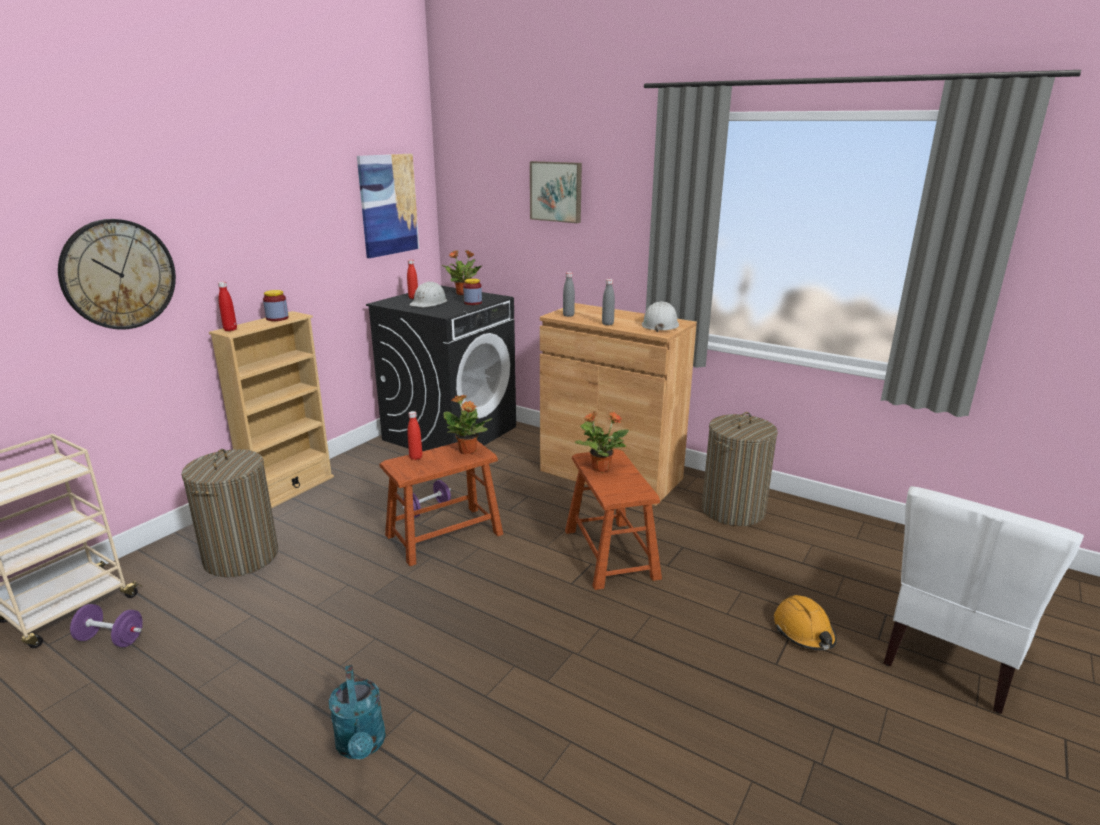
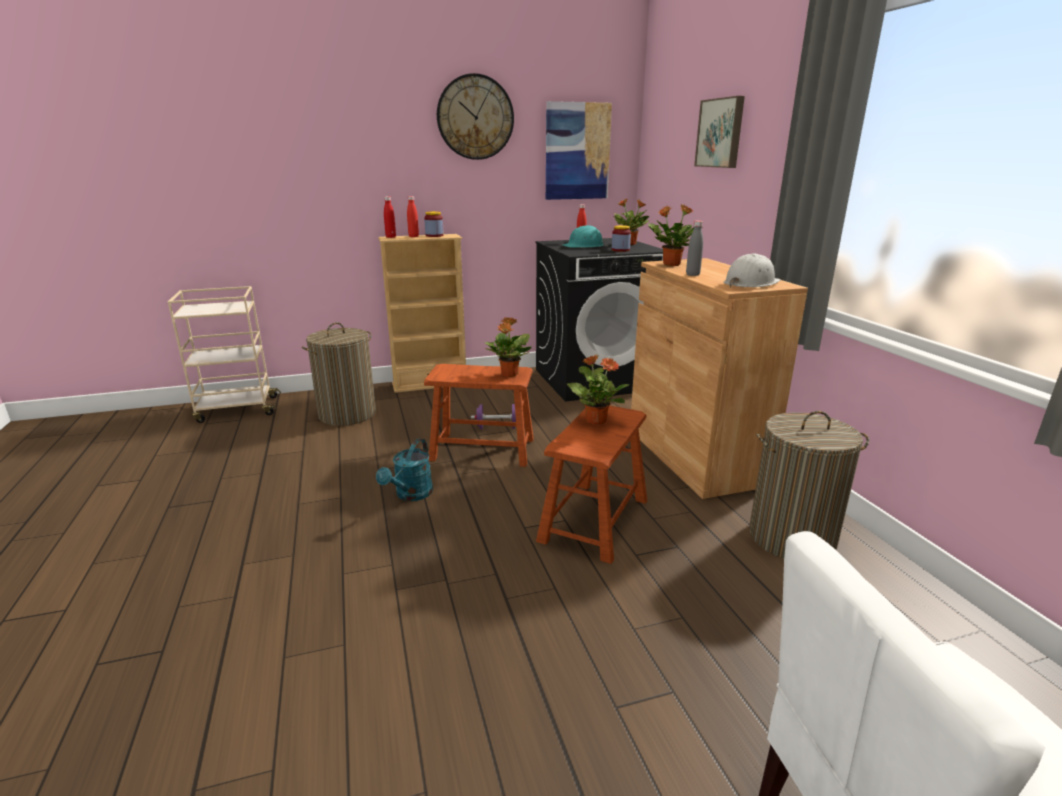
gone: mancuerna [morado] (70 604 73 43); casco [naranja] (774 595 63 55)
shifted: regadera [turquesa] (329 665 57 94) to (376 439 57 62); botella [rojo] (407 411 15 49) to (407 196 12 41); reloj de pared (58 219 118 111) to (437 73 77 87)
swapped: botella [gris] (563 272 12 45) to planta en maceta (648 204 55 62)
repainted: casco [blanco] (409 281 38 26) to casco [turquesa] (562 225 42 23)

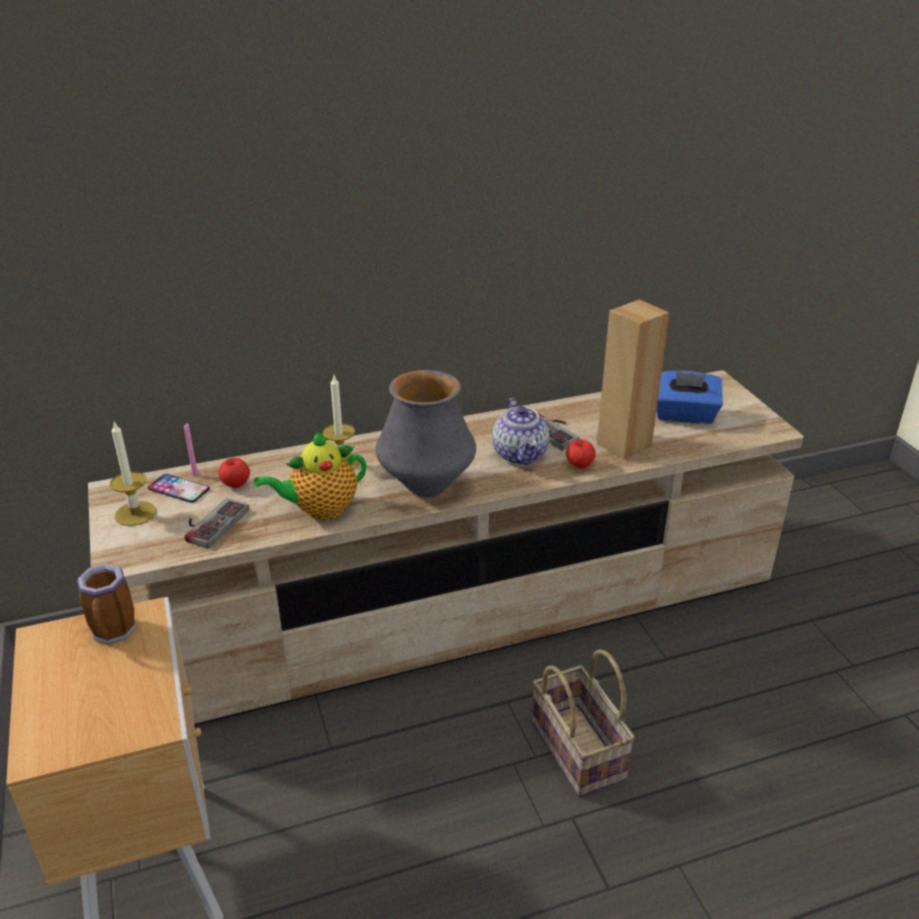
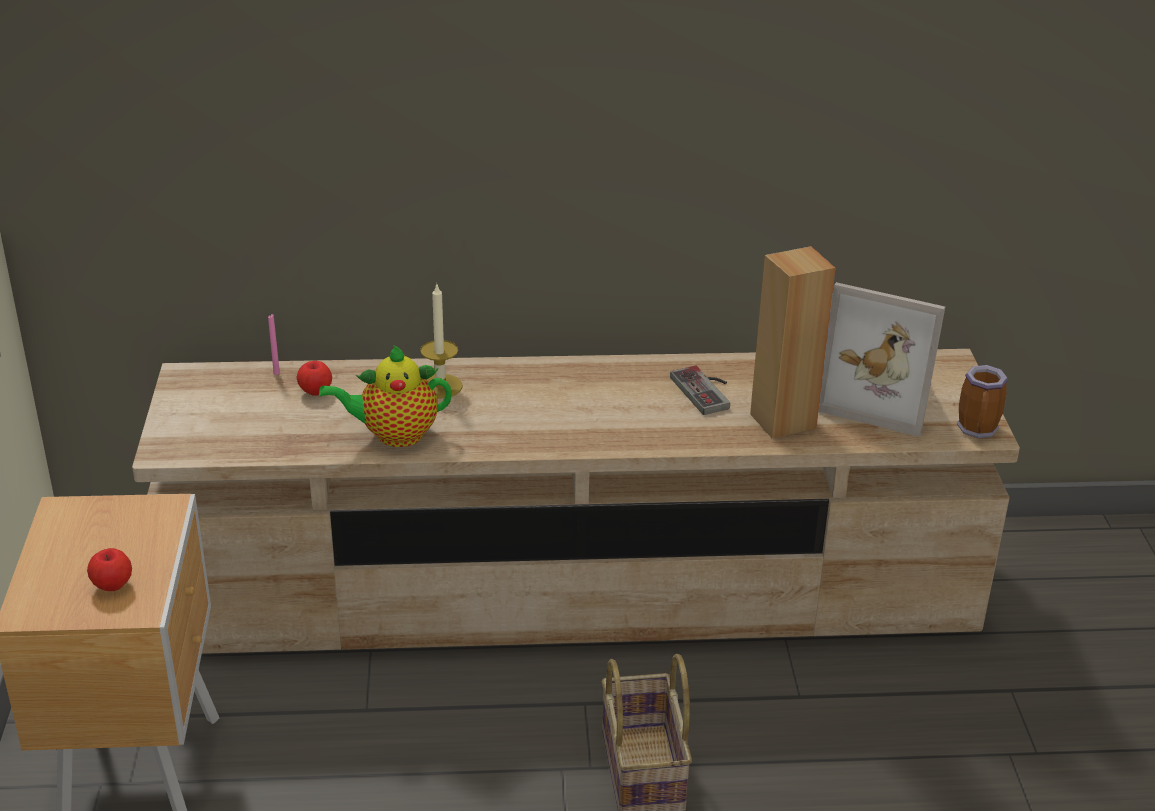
gone: vela (110 421 46 105); móvil (147 474 63 29); mando de consola (184 498 65 51); florero (376 370 100 127); tetera (492 398 57 67)
shifted: manzana (566 439 30 30) to (87 548 45 43); taza grande (77 564 60 80) to (957 365 51 73)
swapped: caja de pañuelos [azul] (657 371 66 53) to portarretratos (819 282 126 155)

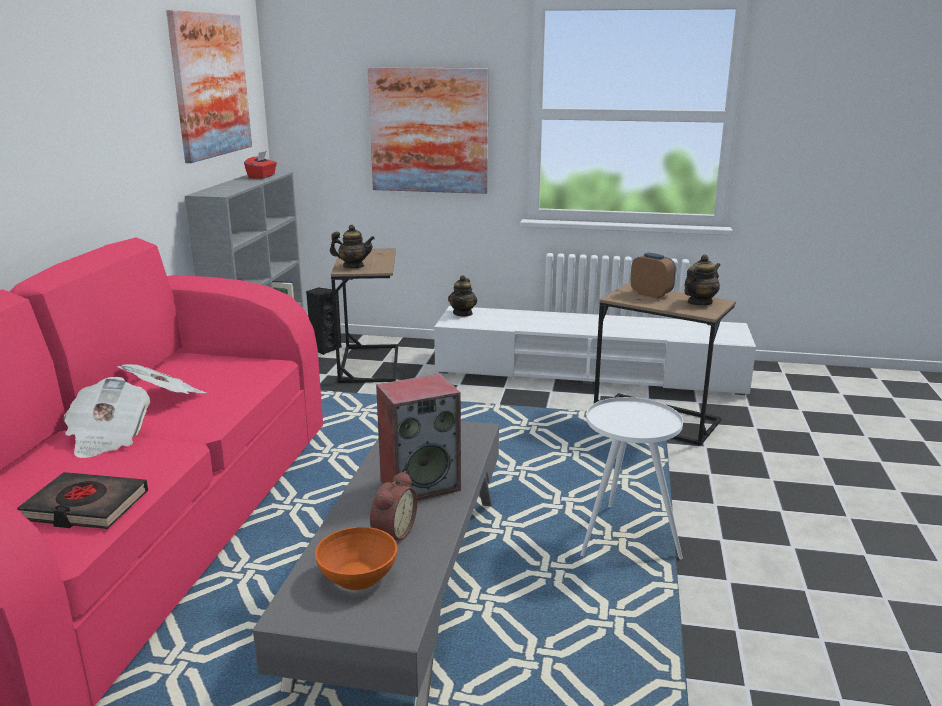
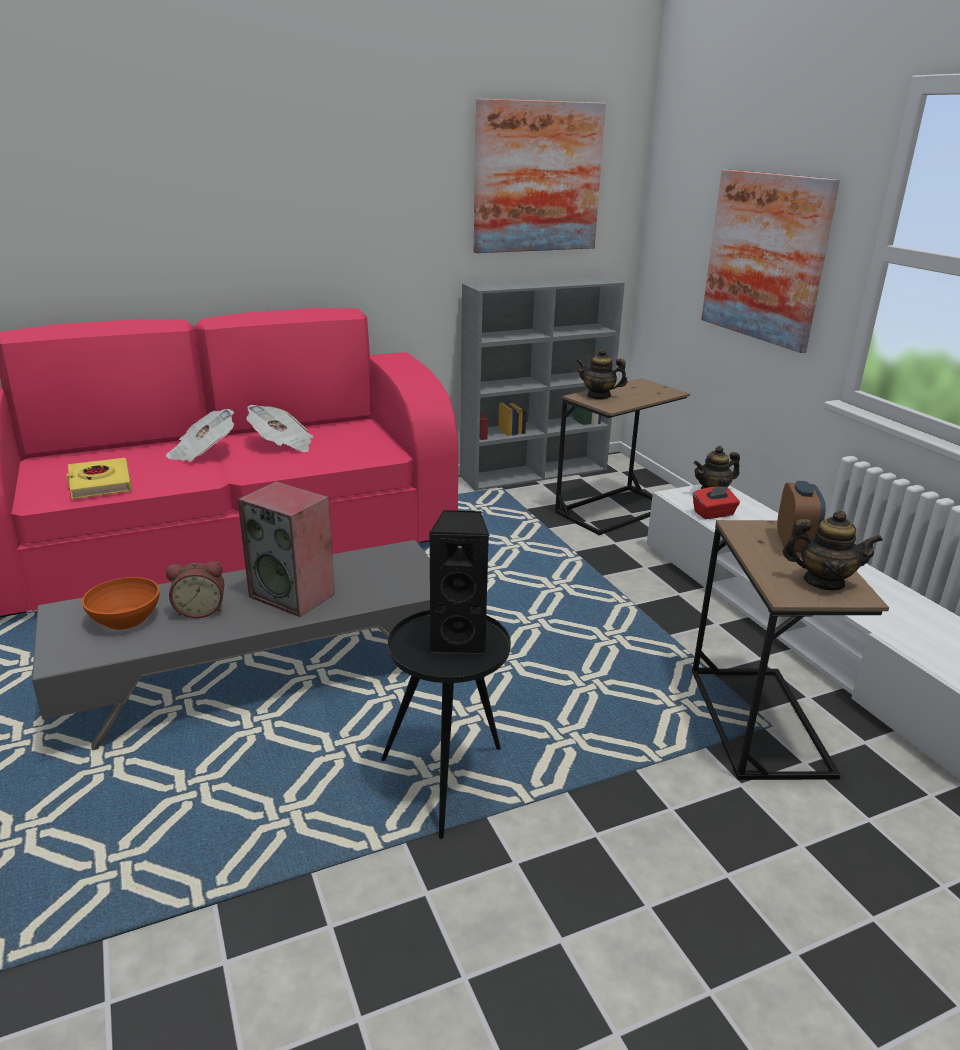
shifted: altavoz [negro] (306 287 36 68) to (428 510 62 145); caja de pañuelos [rojo] (244 151 33 28) to (693 486 47 33)
repainted: libro [negro] (17 472 131 57) to libro [amarillo] (67 458 65 41); mesa auxiliar [blanco] (580 397 103 162) to mesa auxiliar [negro] (381 610 130 229)
rotated: tetera (330 225 45 43) = (576 349 51 51) 135 degrees clockwise

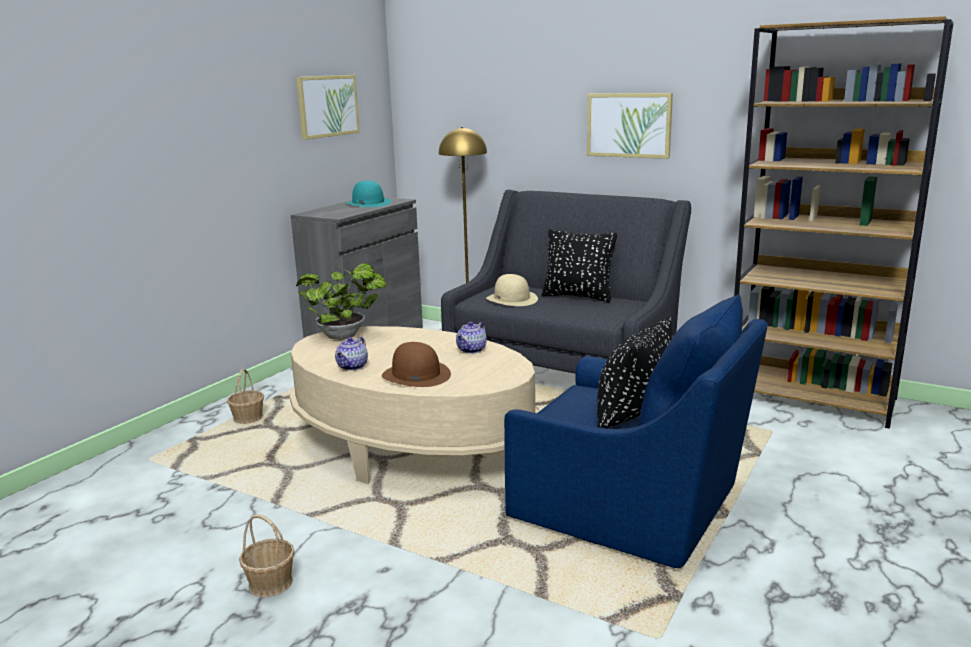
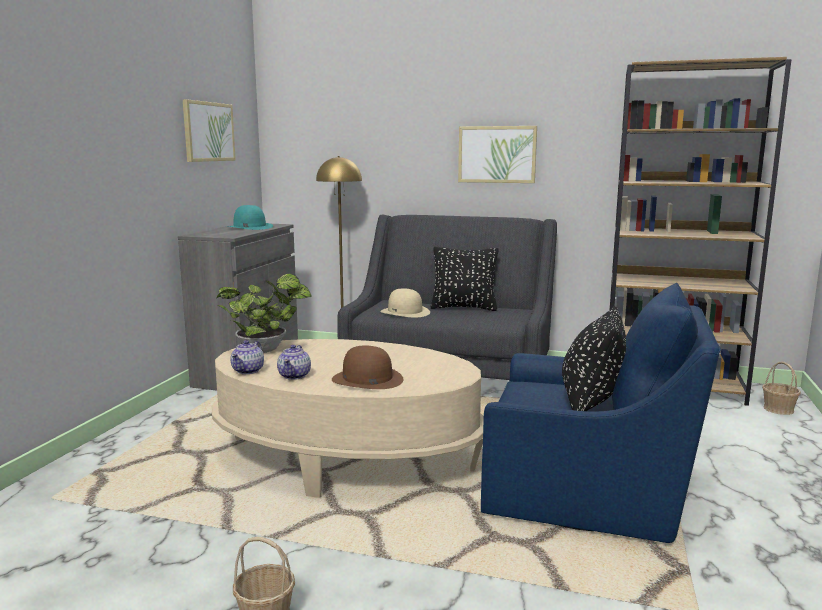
shifted: tetera (456 322 31 32) to (230 340 34 34); cesta (227 369 37 55) to (762 362 39 53)

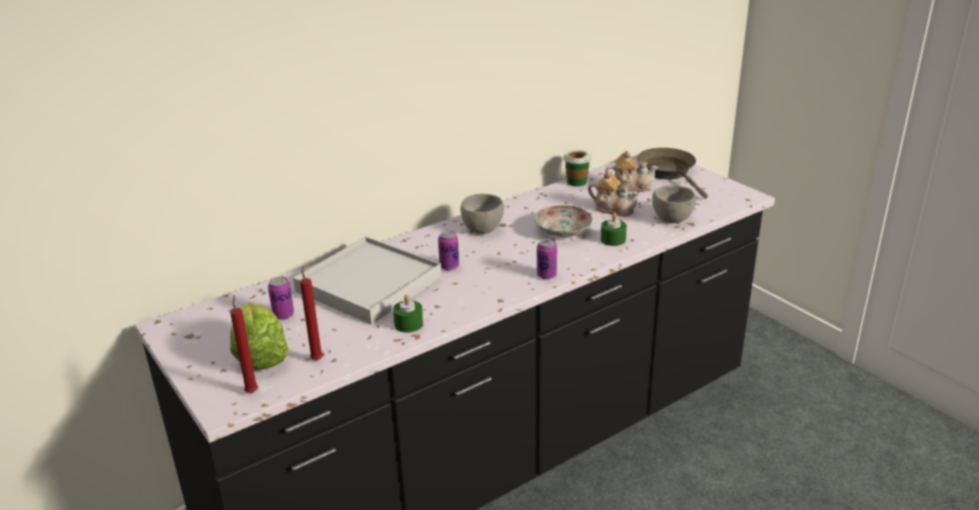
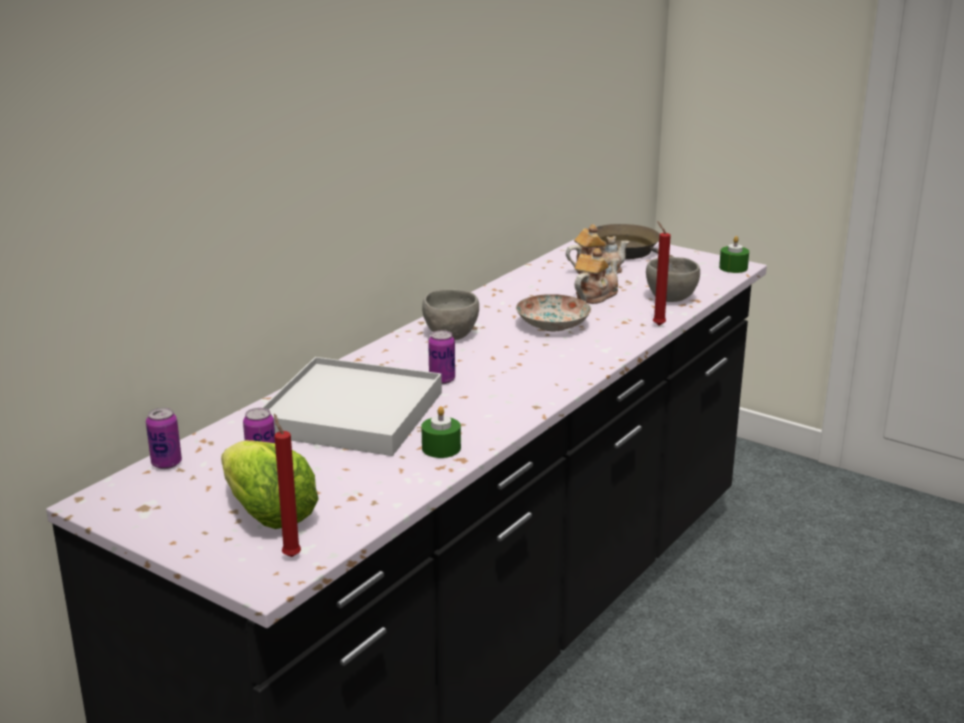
gone: taza (564 150 27 37)
shifted: lata (537 238 20 41) to (146 408 36 61); vela [rojo] (300 266 23 94) to (653 221 18 105); vela [verde] (601 213 26 33) to (719 236 30 37)
rotated: tetera (588 171 52 45) = (575 248 44 56) 60 degrees counterclockwise

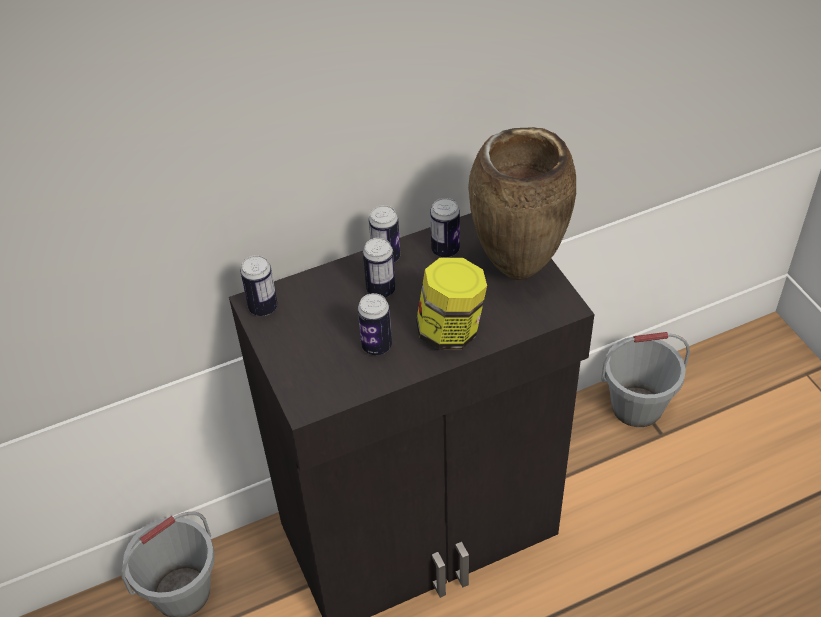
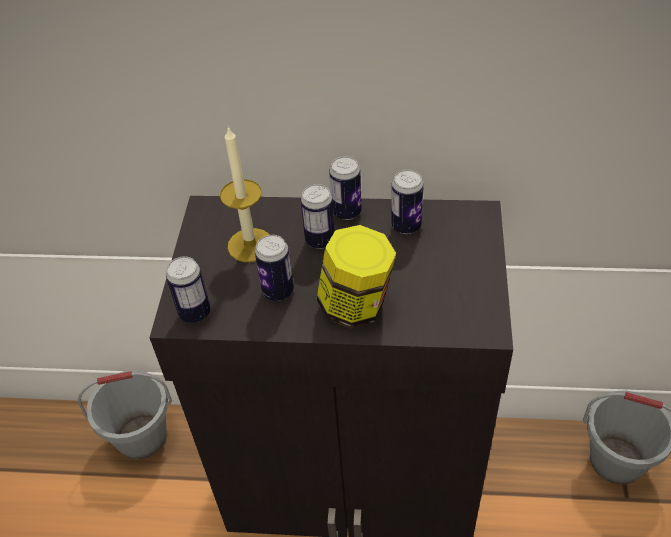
gone: florero [marrón] (468 127 108 153)
new: vela (220 126 50 136)
shifted: lata (240 255 38 61) to (166 256 44 67)

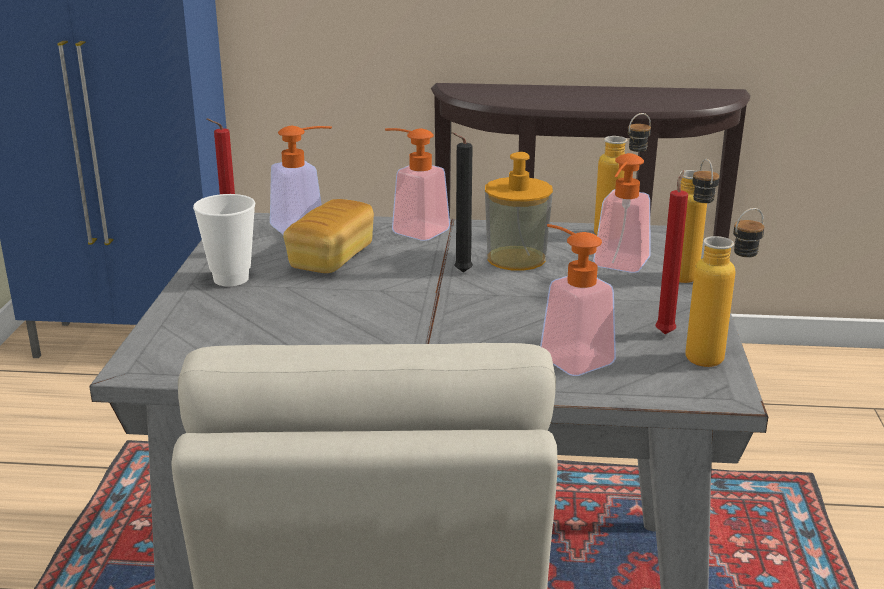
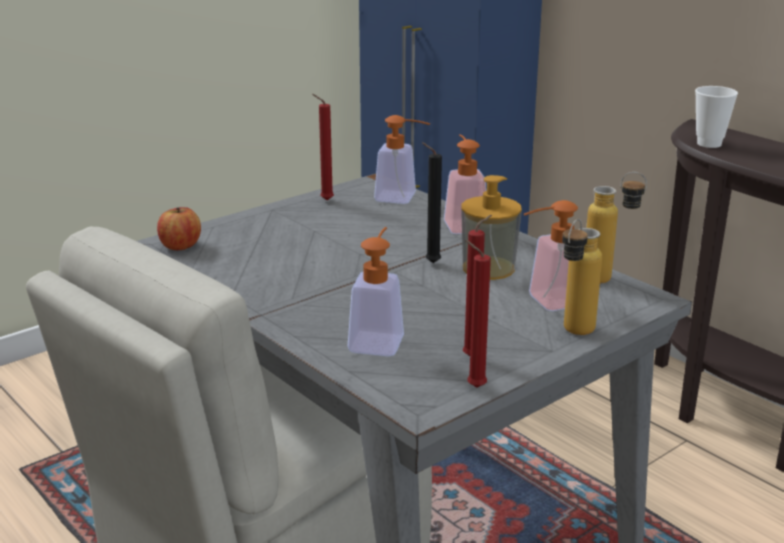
gone: pan (283 199 91 74)
new: manzana (157 207 44 43)
shifted: taza (193 194 62 92) to (695 86 43 62)
swapped: botella (685 208 79 159) to vela [rojo] (465 240 26 148)

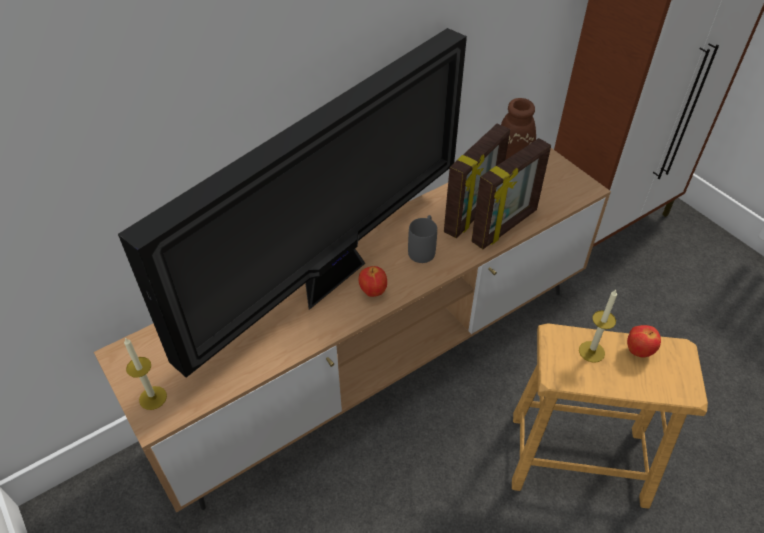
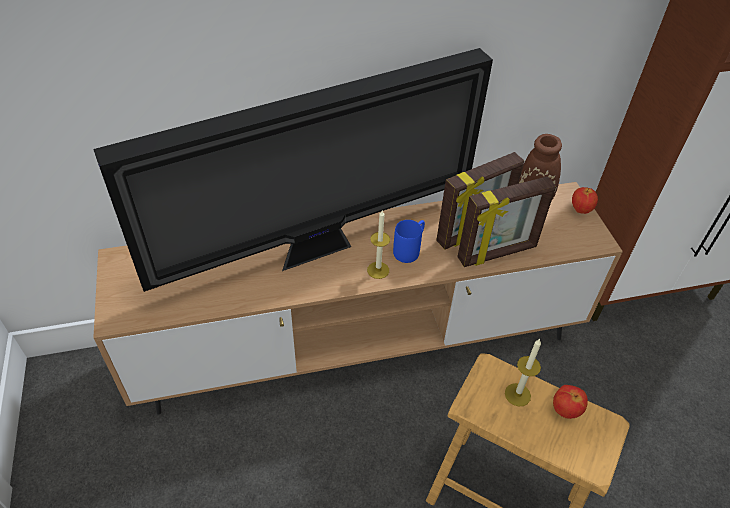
shifted: vela (124 337 43 73) to (367 211 23 68); manzana (359 266 28 31) to (572 187 26 27)
repainted: taza grande [gris] (408 215 29 48) to taza grande [azul] (393 220 32 43)

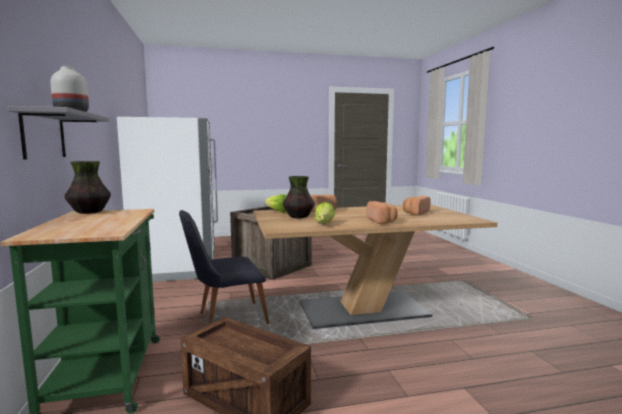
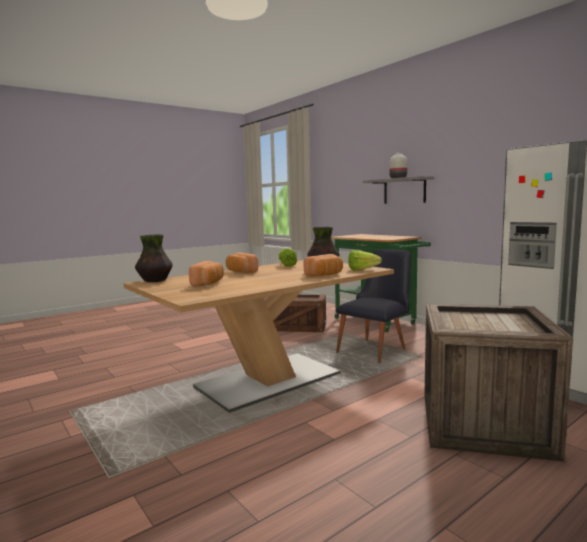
shifted: florero (65 161 46 53) to (135 235 38 47)

